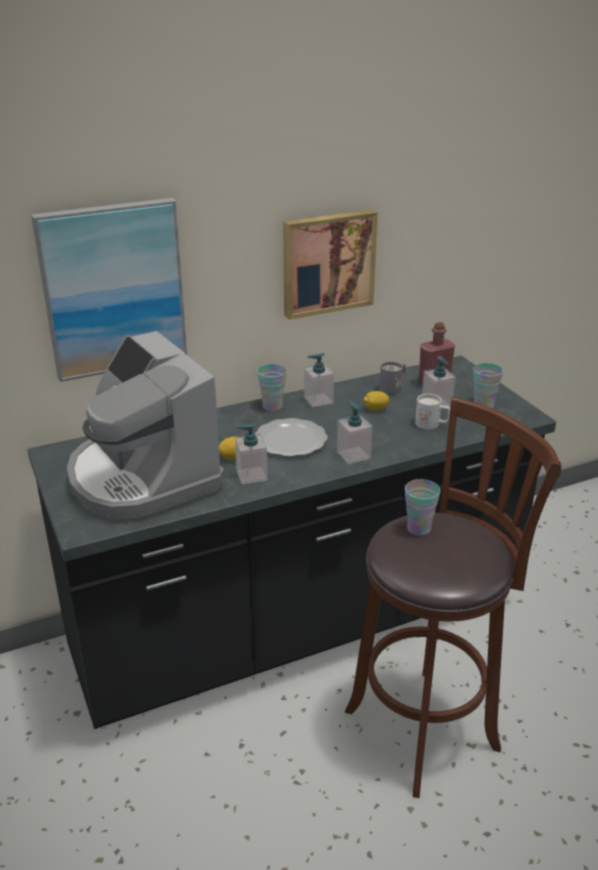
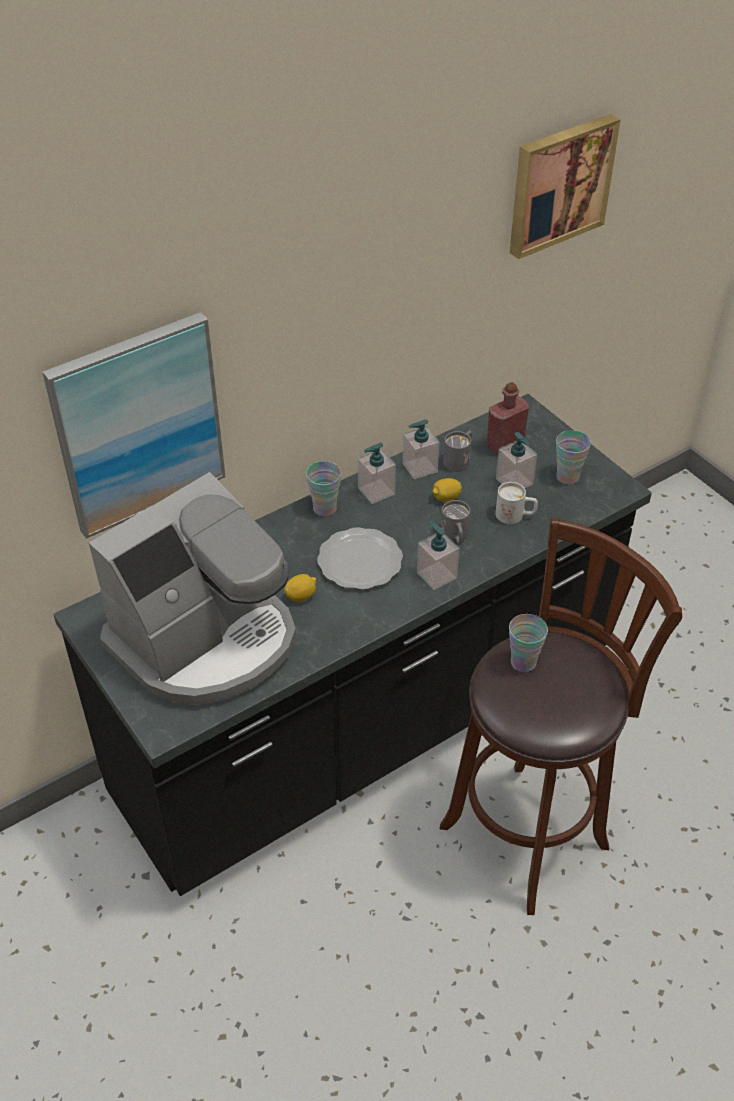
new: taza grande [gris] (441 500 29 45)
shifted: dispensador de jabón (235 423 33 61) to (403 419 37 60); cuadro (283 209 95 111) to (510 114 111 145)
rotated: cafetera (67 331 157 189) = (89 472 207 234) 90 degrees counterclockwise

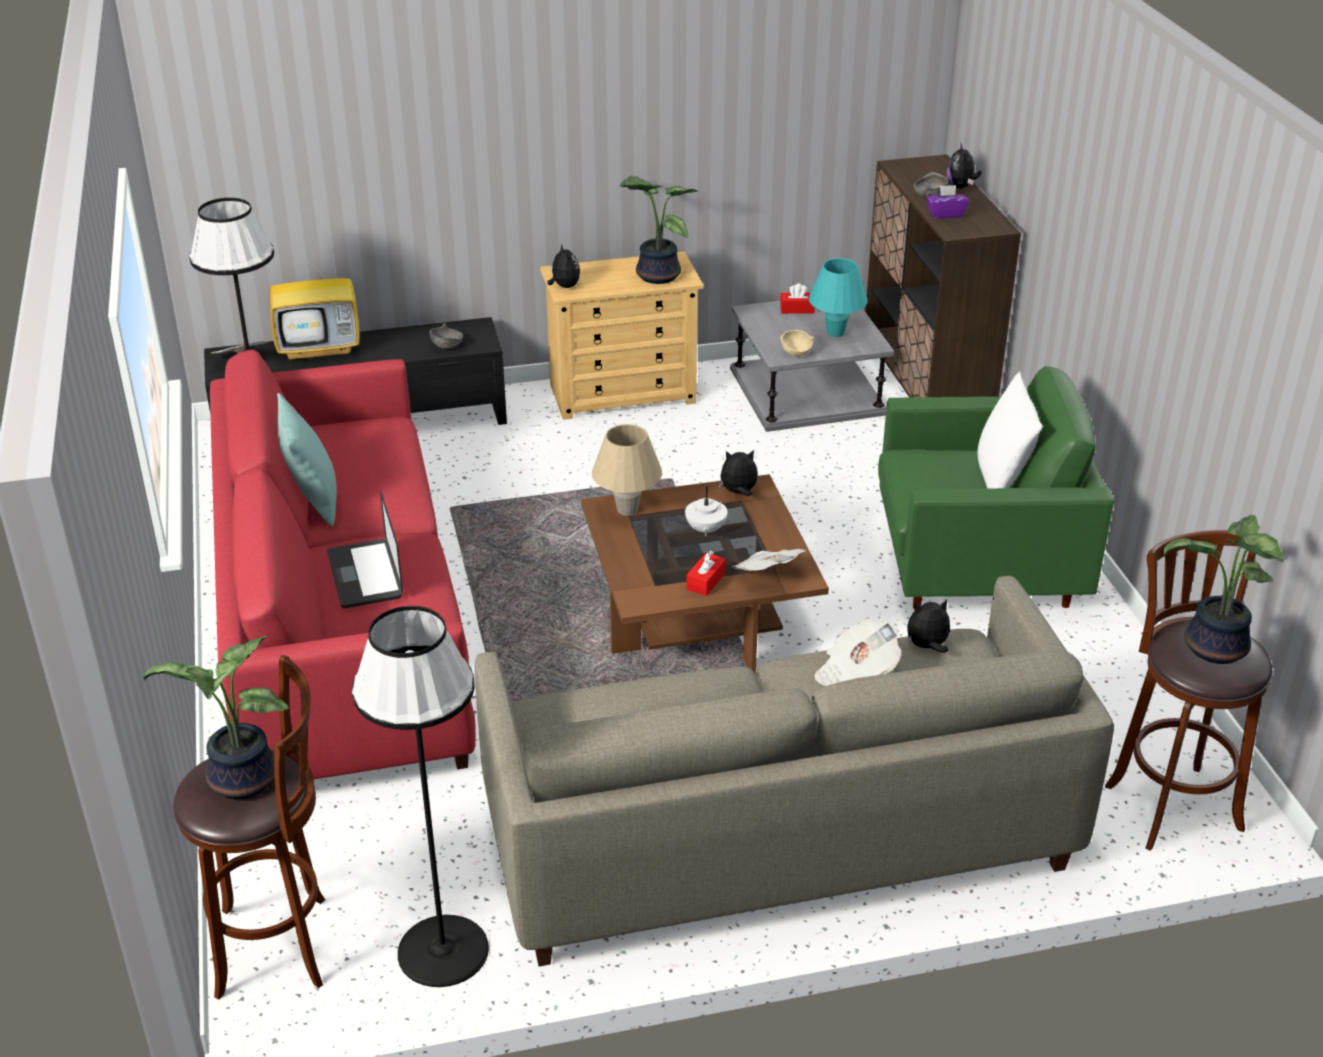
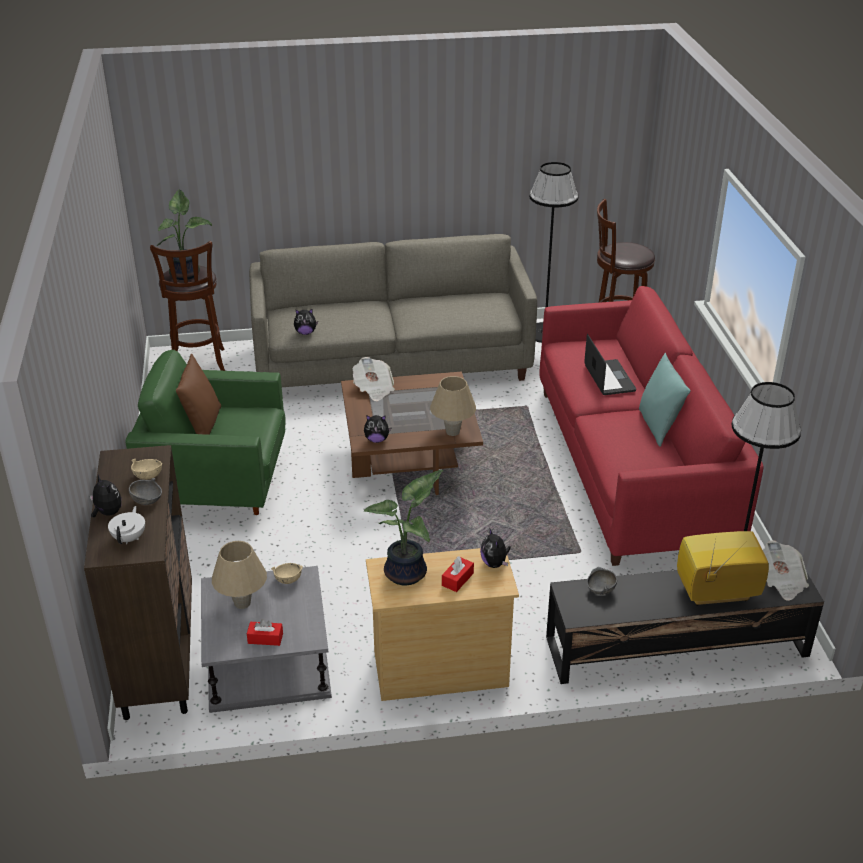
gone: planta en maceta (144 636 145 163); periódico (814 619 87 67)
shifted: tetera [blanco] (685 486 43 50) to (108 506 37 38); caja de pañuelos [rojo] (686 550 40 46) to (442 556 32 36)
swapped: caja de pañuelos [morado] (927 185 42 34) to cuenco [beis] (131 459 31 21)
repainted: cojín [blanco] (977 372 66 117) to cojín [marrón] (176 354 45 81); lámpara de mesa [turquesa] (809 258 59 79) to lámpara de mesa [beis] (212 541 55 68)
rotated: peluche (947 144 35 44) = (90 474 31 43) 45 degrees counterclockwise

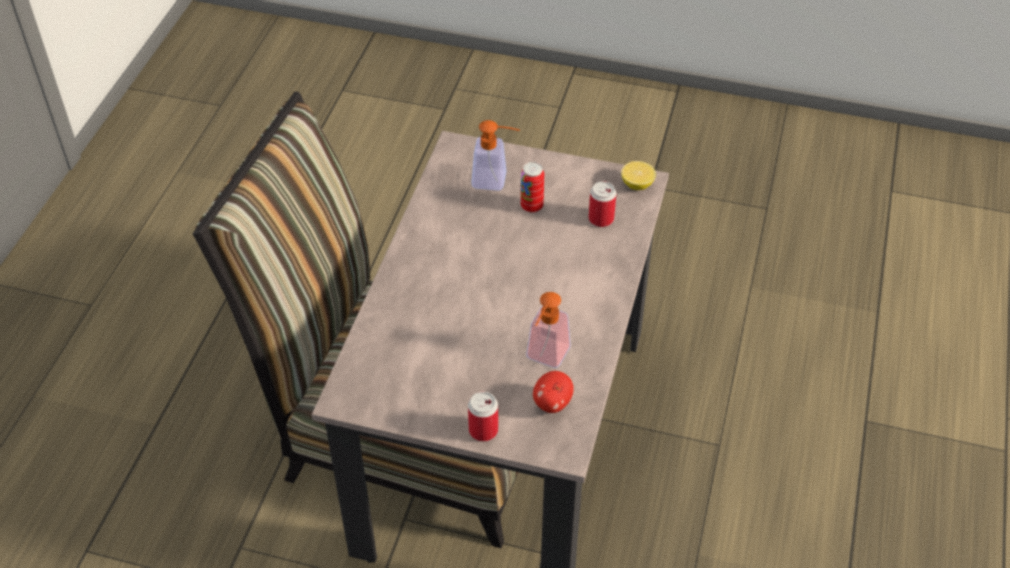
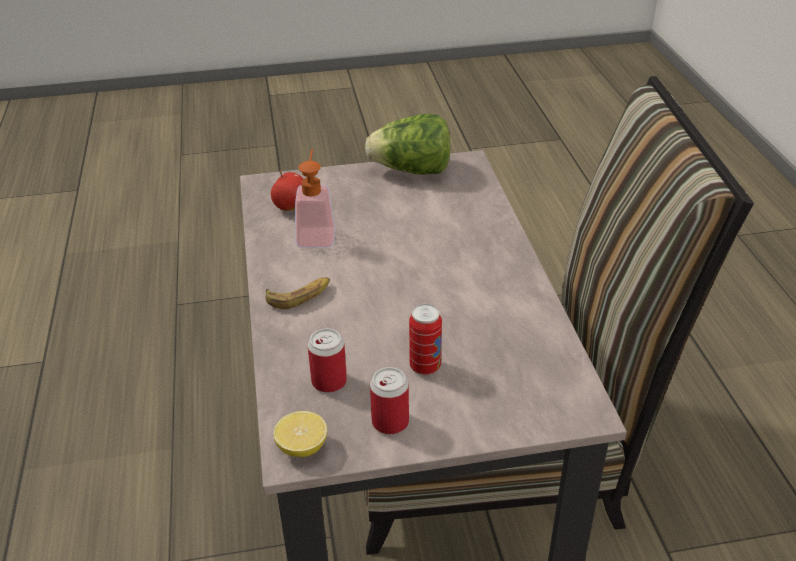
gone: dispensador de jabón (471 120 49 71)
new: plátano (266 277 64 32); lechuga (365 114 85 61)
shifted: lata (468 391 30 50) to (370 367 39 67)

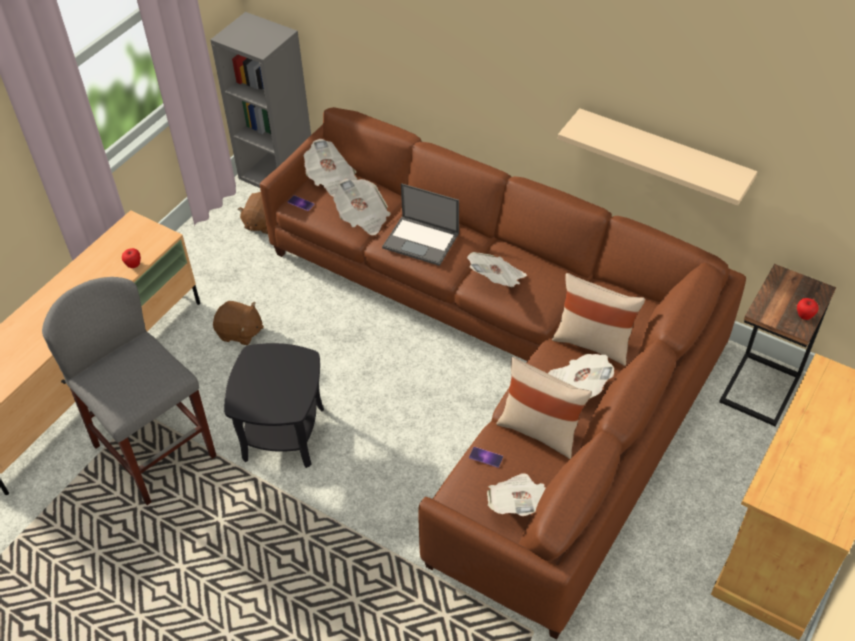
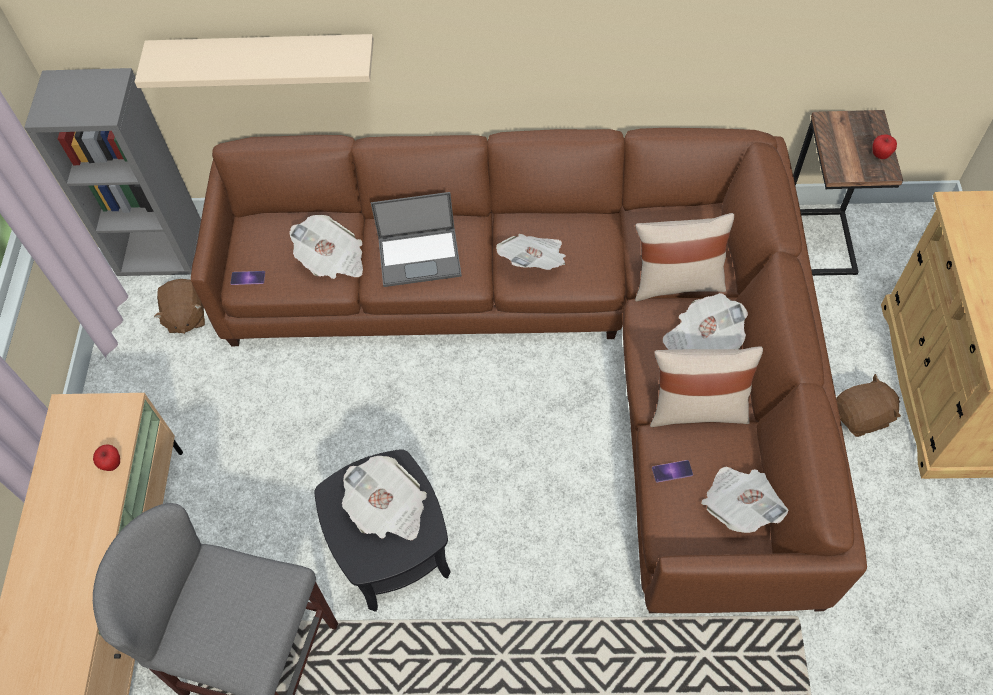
shifted: estante [beis] (558 108 200 98) to (135 34 239 54); periódico (304 139 53 58) to (342 456 85 84); peluche [marrón] (213 301 51 44) to (836 374 65 63)

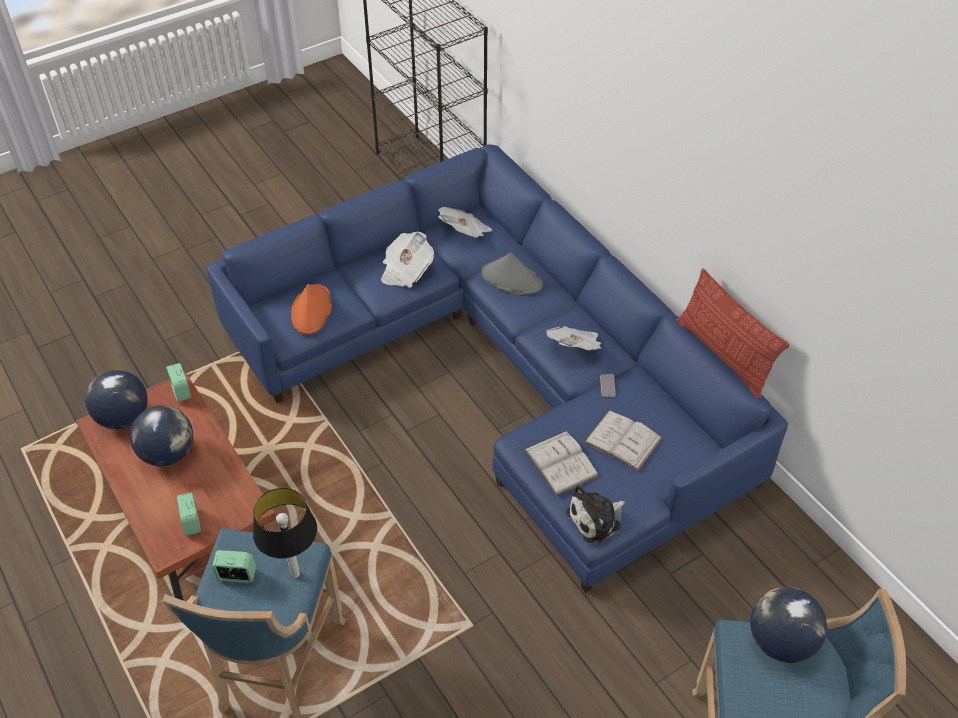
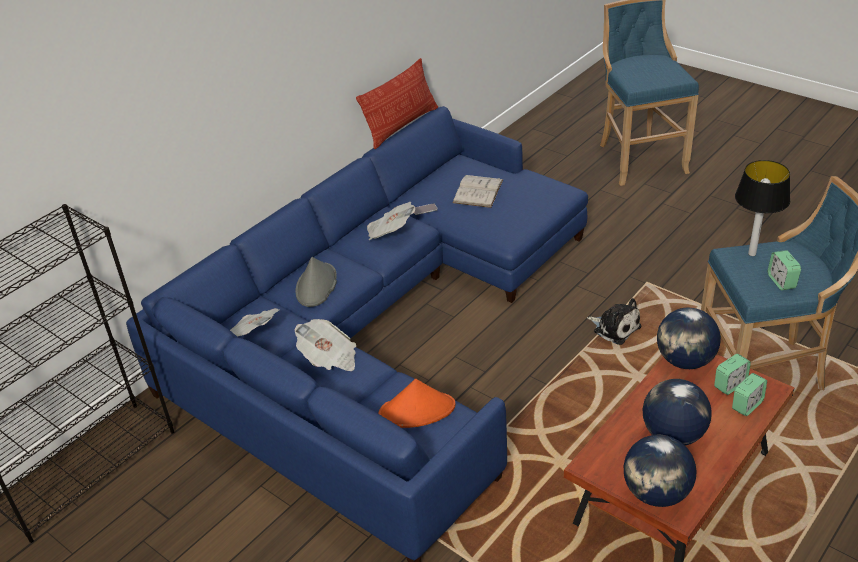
gone: libro [blanco] (524 431 75 65)
shifted: peluche (566 484 59 59) to (587 298 54 47); globo terráqueo (750 587 77 76) to (657 308 64 61); despertador (166 363 25 39) to (732 373 35 43)

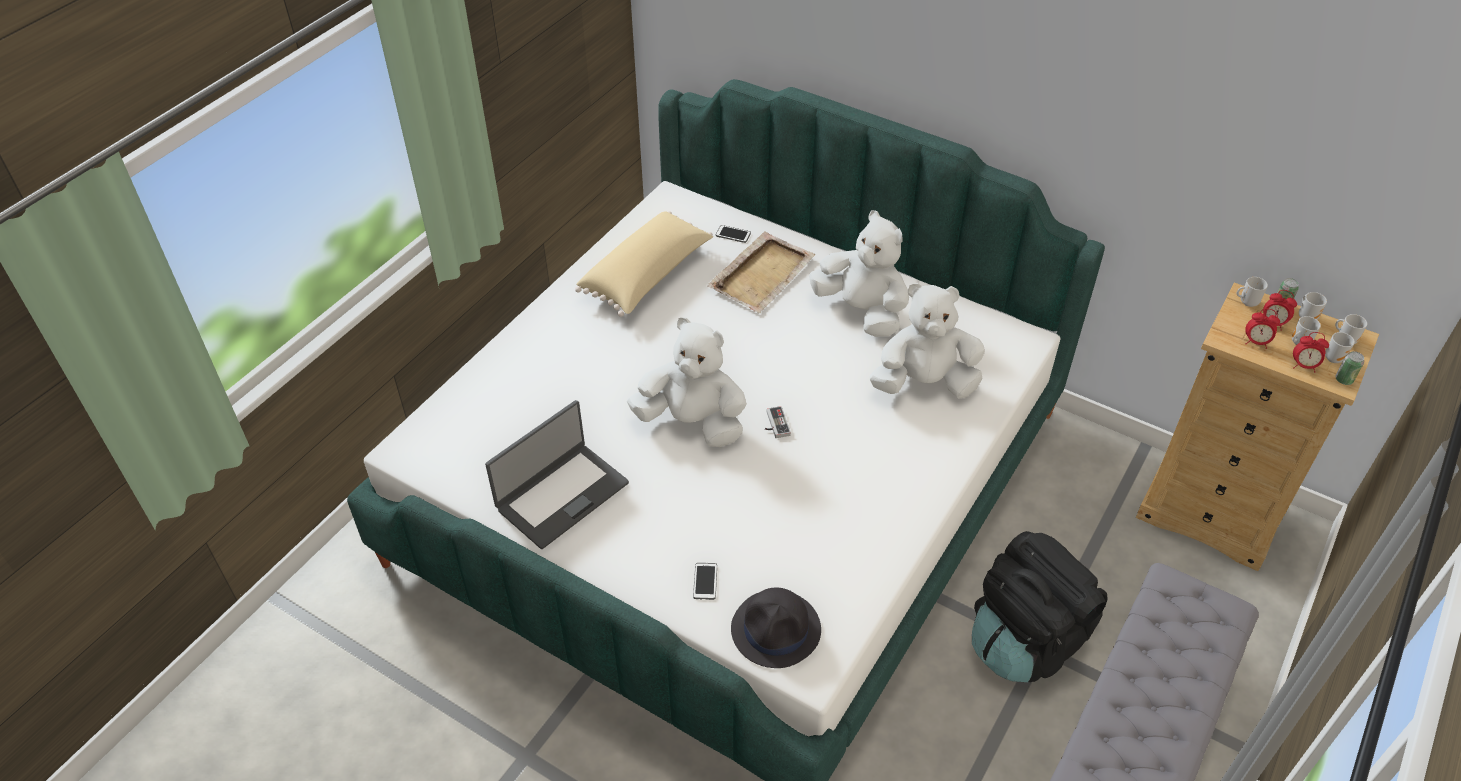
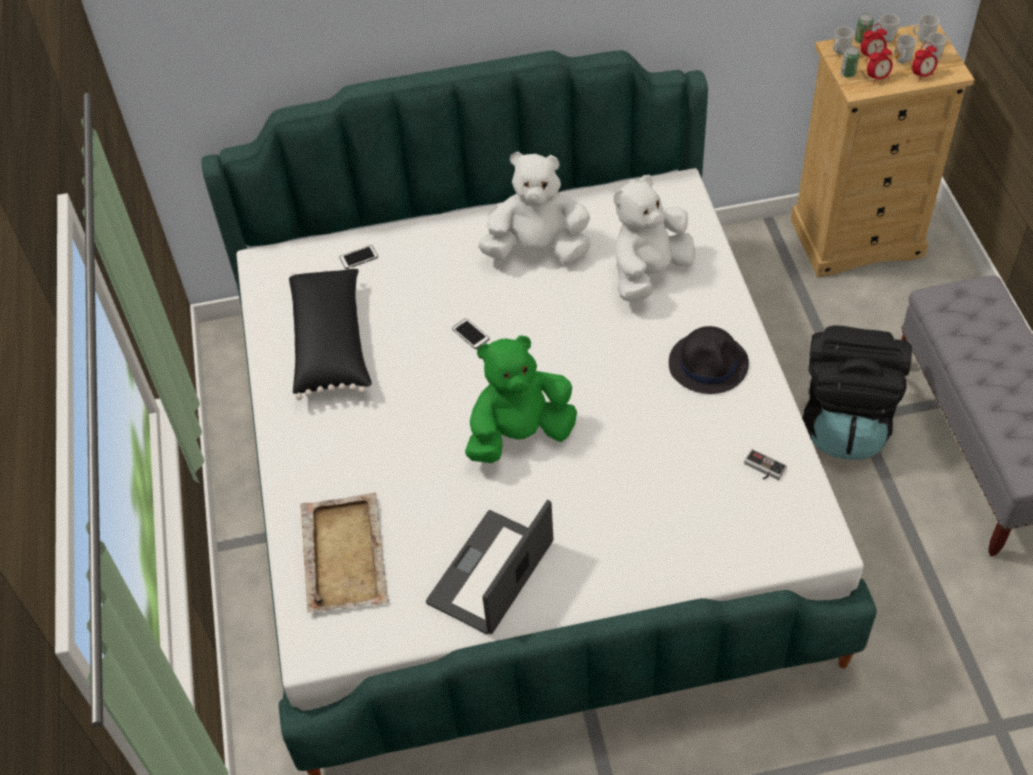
shifted: bandeja [beis] (707 231 108 82) to (300 493 90 120); móvil (693 563 24 37) to (452 319 37 30); sombrero [negro] (731 588 90 80) to (669 326 80 68); mando de consola (765 406 26 32) to (744 449 43 31); lata (1335 351 29 34) to (841 46 19 32)
repainted: cojín [beis] (575 211 138 106) to cojín [negro] (289 267 83 133); peluche [blanco] (627 318 120 129) to peluche [verde] (465 335 112 128)
rotated: portátil (485 400 144 149) = (426 500 127 134) 150 degrees counterclockwise

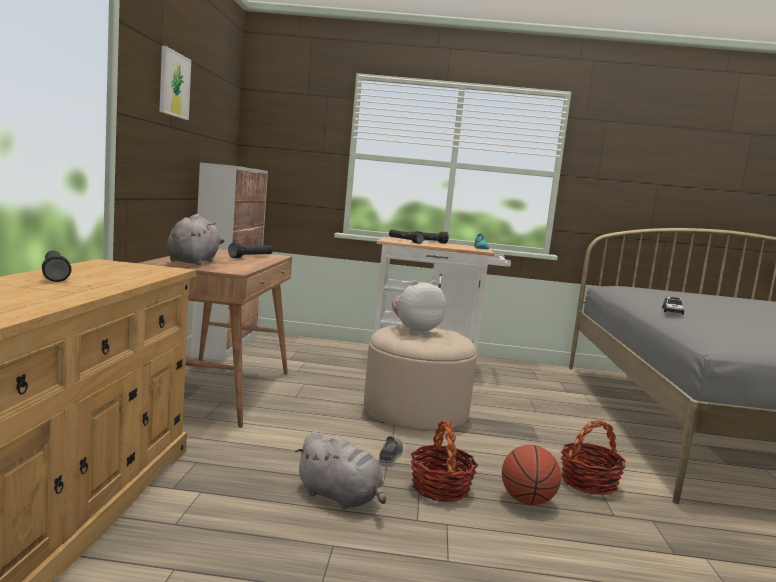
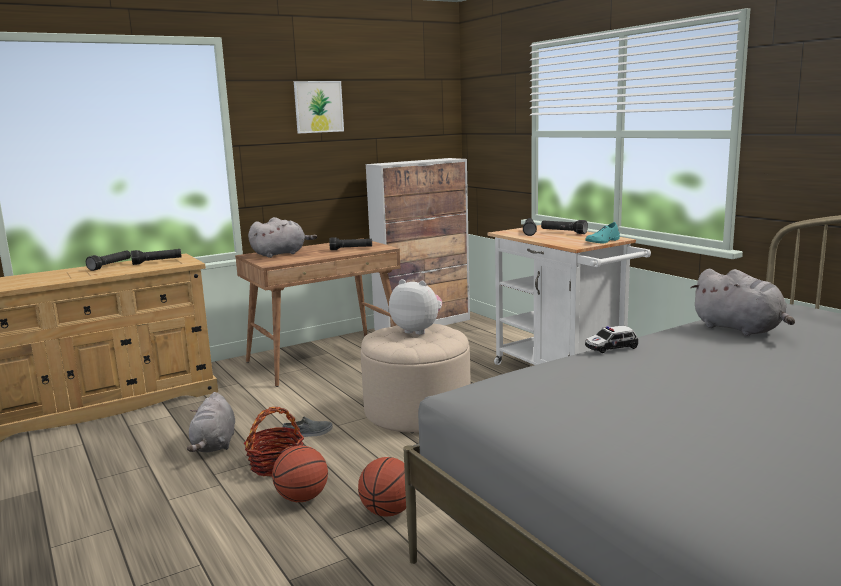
new: linterna [negro] (131 249 51 16); peluche [gris] (690 269 105 67)
swapped: cesta (561 420 65 75) to balón de baloncesto (358 457 58 60)

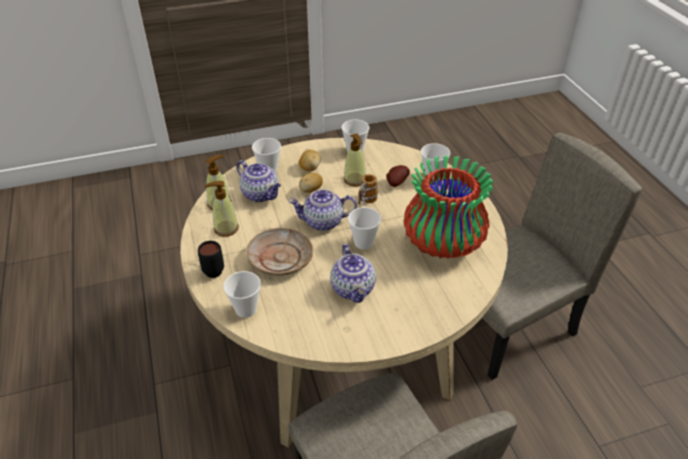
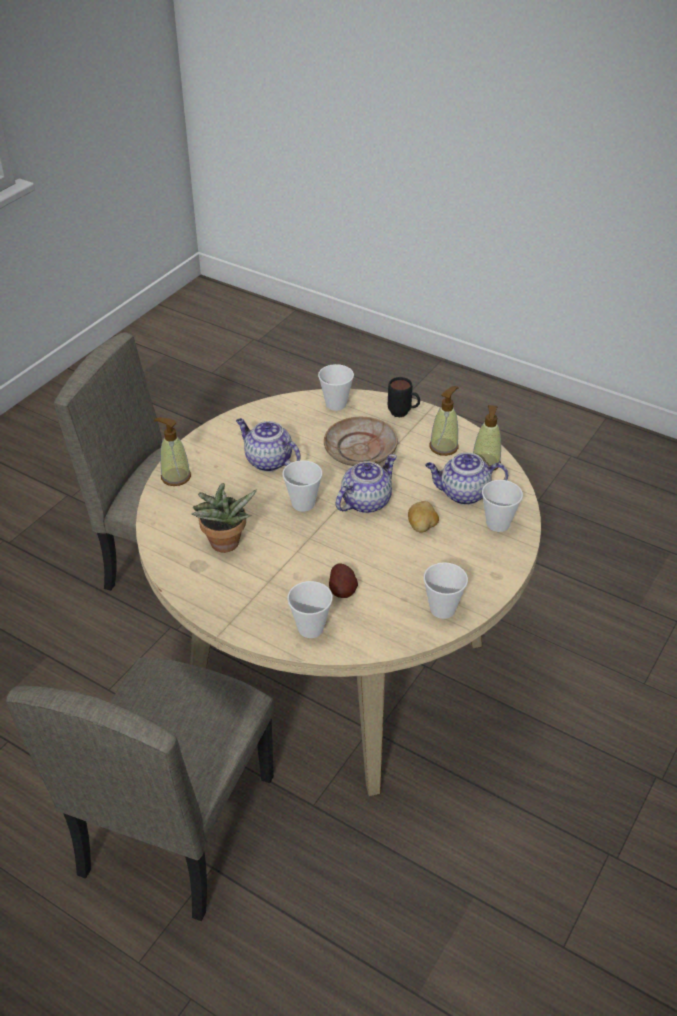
gone: patata (299 150 22 21); taza grande (358 174 20 30)
shifted: dispensador de jabón (344 133 22 53) to (154 417 37 69)
swapped: florero (404 155 89 104) to planta en maceta (191 483 66 70)

